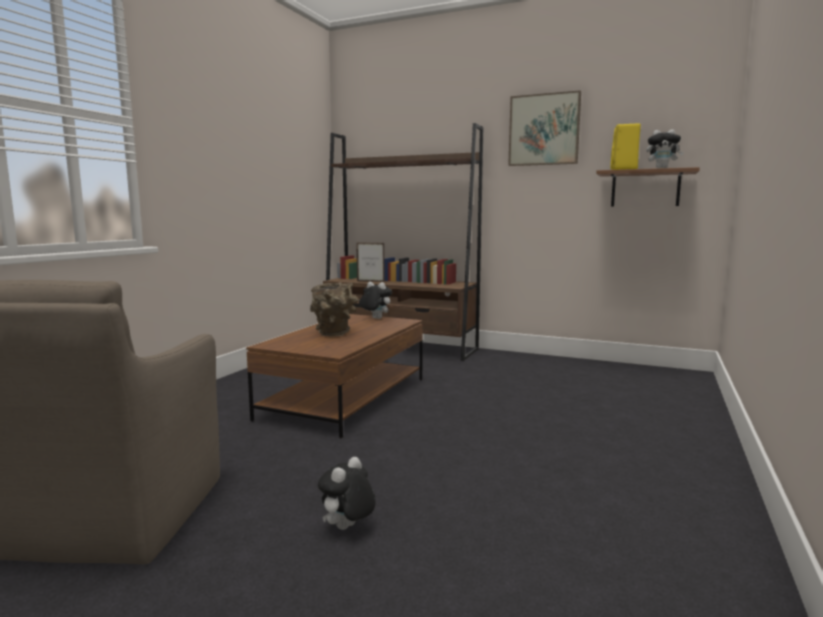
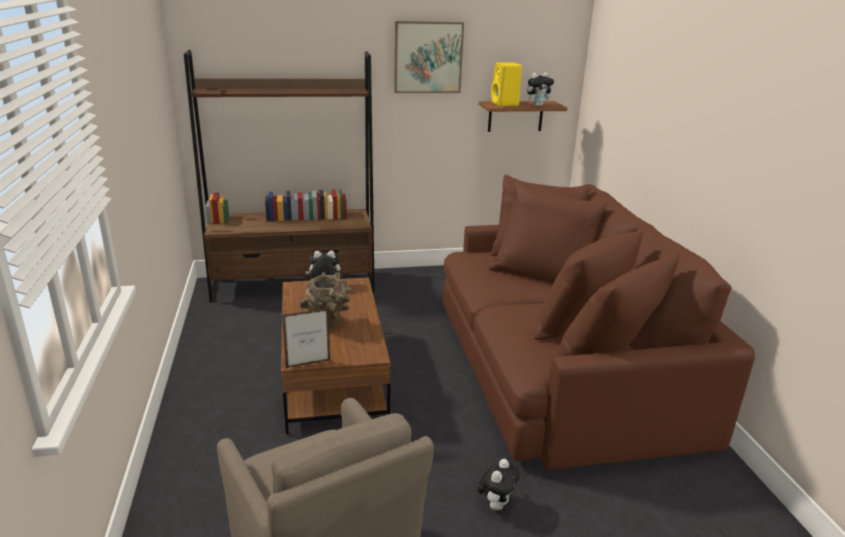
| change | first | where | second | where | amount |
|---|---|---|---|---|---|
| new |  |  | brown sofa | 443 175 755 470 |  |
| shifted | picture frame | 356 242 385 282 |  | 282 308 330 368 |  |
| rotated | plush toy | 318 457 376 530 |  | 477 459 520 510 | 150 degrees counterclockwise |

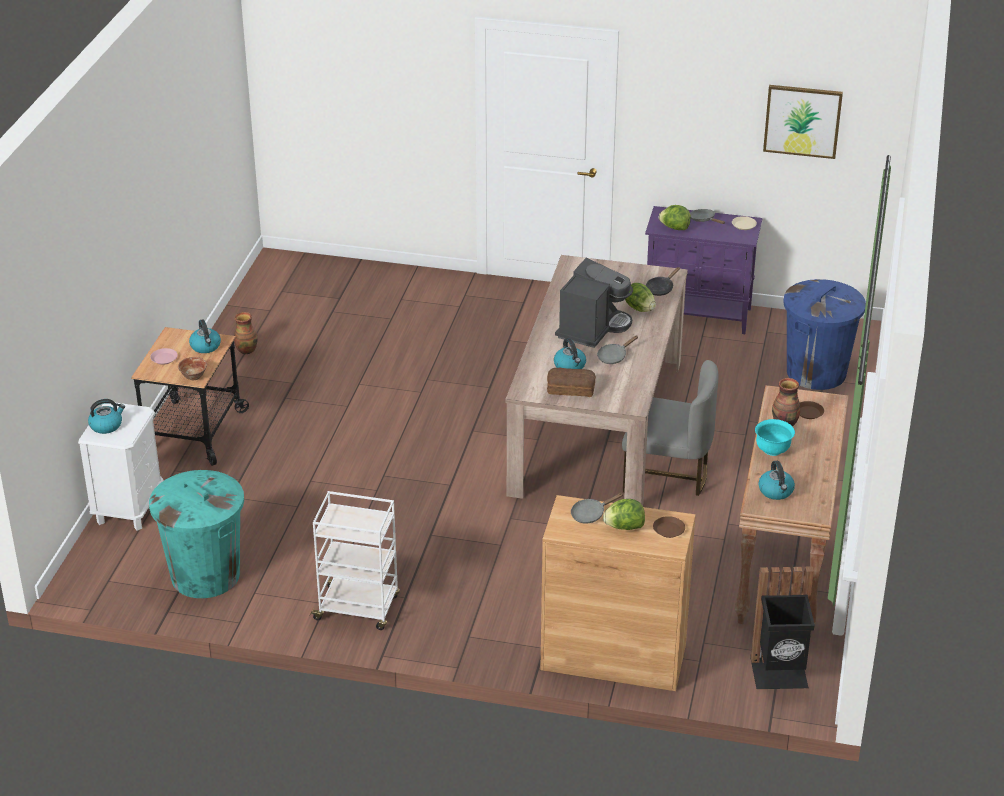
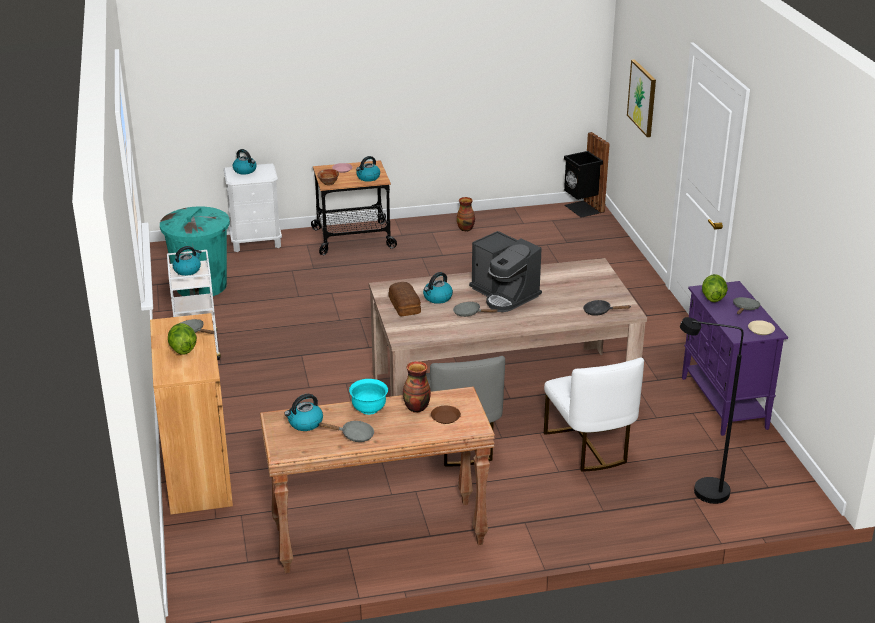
| change | first | where | second | where | amount |
|---|---|---|---|---|---|
| gone | lettuce | 625 283 656 312 |  |  |  |
| gone | brown plate | 653 516 685 538 |  |  |  |
| new |  |  | kettle | 172 246 202 276 |  |
| new |  |  | grey frying pan | 319 421 374 442 |  |
| new |  |  | white chair | 544 357 644 472 |  |
| shifted | black trash can | 750 566 815 689 |  | 564 132 610 218 |  |
| shifted | picture | 763 85 843 159 |  | 627 59 656 137 |  |
| swapped | blue trash can | 783 279 866 390 | black floor lamp | 680 317 743 504 |  |
| rotated | coffee machine | 555 258 633 348 |  | 469 231 542 312 | 45 degrees clockwise |

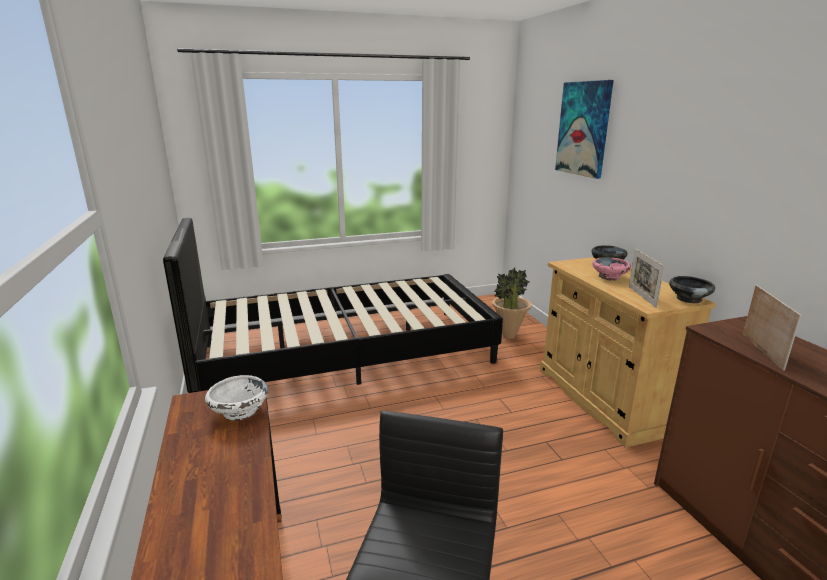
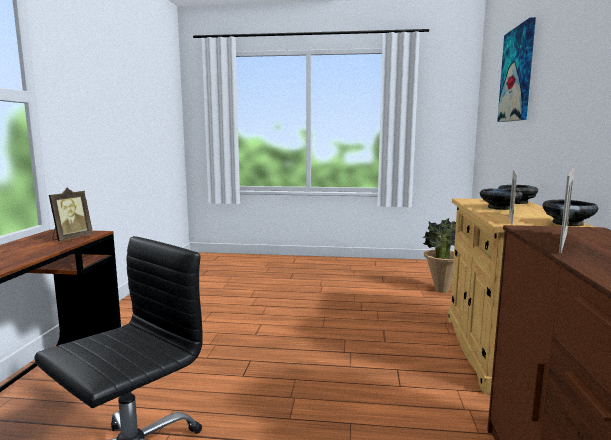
| change | first | where | second | where | amount |
|---|---|---|---|---|---|
| gone | black bed | 163 218 503 393 |  |  |  |
| swapped | white bowl | 205 375 268 421 | picture frame | 49 188 93 241 |  |
| repainted | pink bowl | 593 257 631 281 | black bowl | 480 188 523 210 |  |

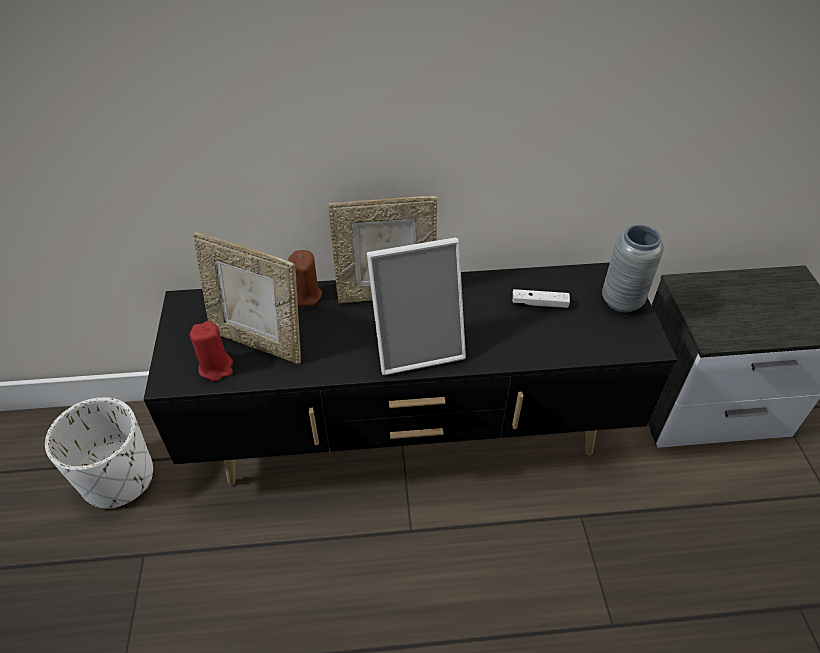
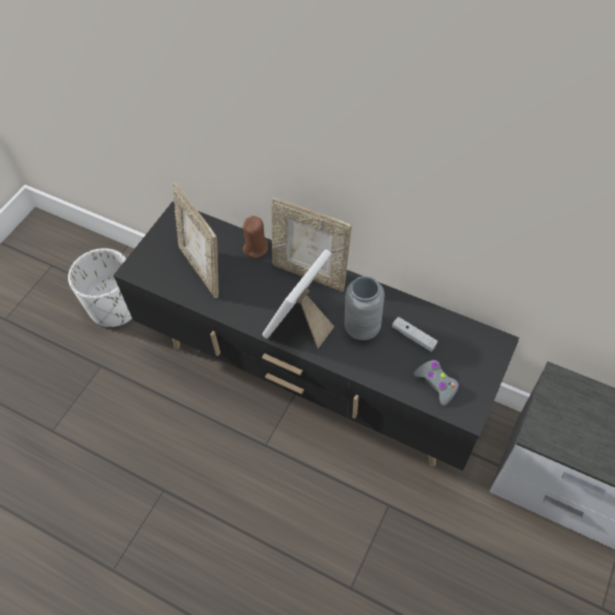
| change | first | where | second | where | amount |
|---|---|---|---|---|---|
| gone | red candle | 190 321 233 381 |  |  |  |
| new |  |  | grey game controller | 414 360 459 405 |  |
| shifted | grey vase | 602 225 664 313 |  | 345 276 385 340 |  |
| rotated | picture frame | 367 237 466 375 |  | 262 249 334 348 | 105 degrees clockwise |

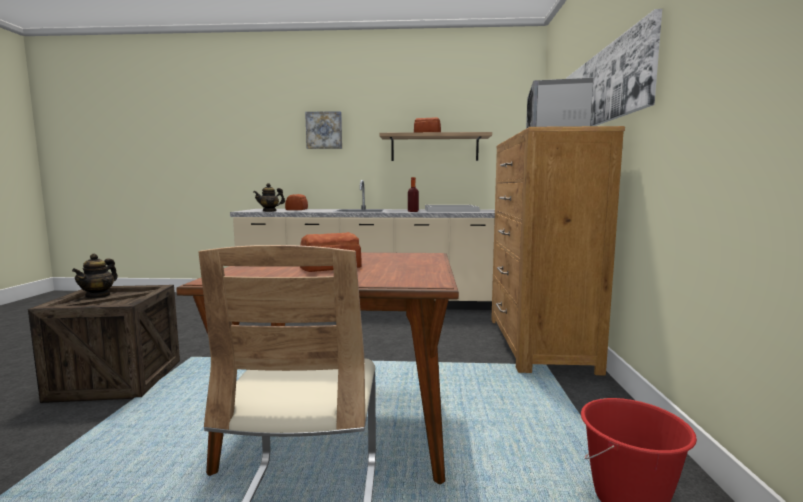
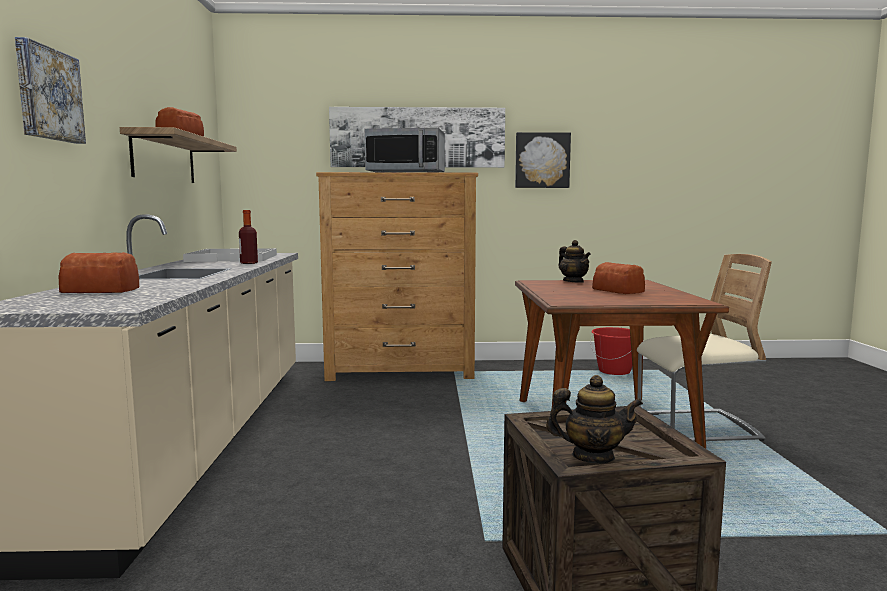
| change | first | where | second | where | amount |
|---|---|---|---|---|---|
| new |  |  | picture | 515 132 571 188 |  |
| shifted | teapot | 254 183 285 212 |  | 558 240 591 283 |  |

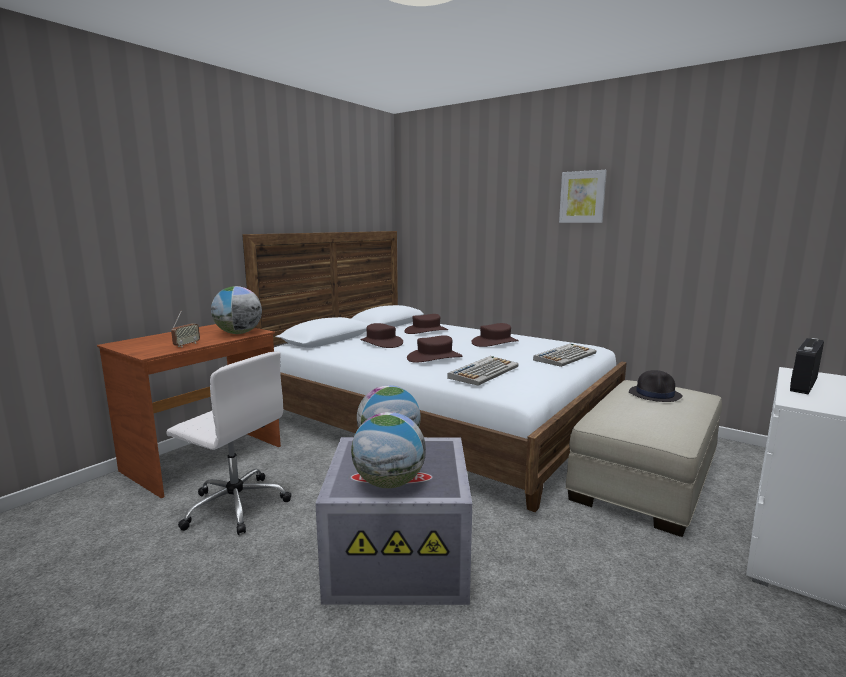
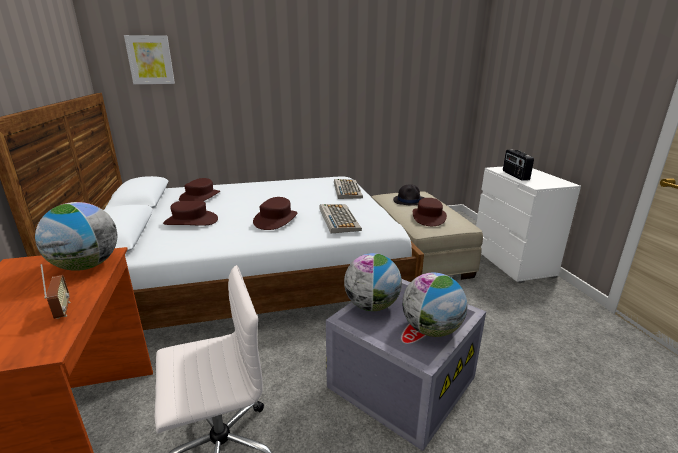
| change | first | where | second | where | amount |
|---|---|---|---|---|---|
| shifted | brown hat | 471 323 519 347 |  | 413 198 447 226 |  |
| shifted | picture | 559 170 607 223 |  | 124 35 175 84 |  |

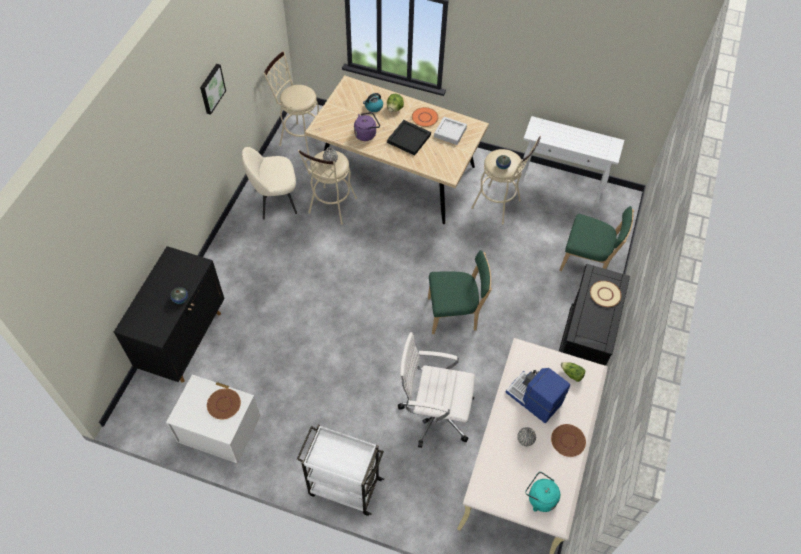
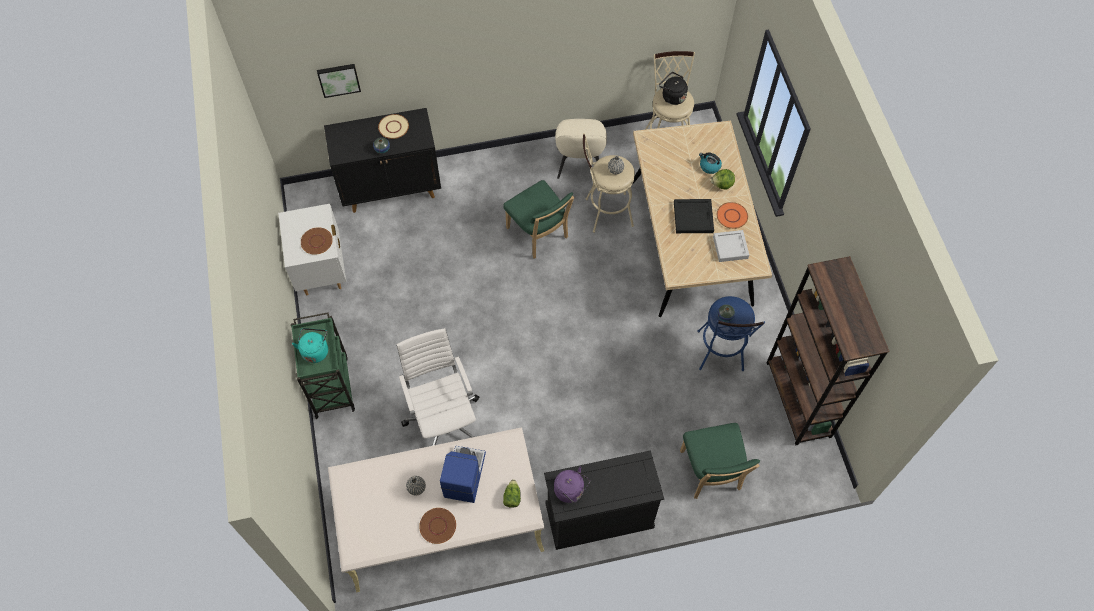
| change | first | where | second | where | amount |
|---|---|---|---|---|---|
| new |  |  | black kettle | 659 72 688 105 |  |
| shifted | picture | 200 64 226 115 |  | 317 64 361 98 |  |
| shifted | purple kettle | 354 112 380 141 |  | 554 467 590 503 |  |
| shifted | green chair | 428 250 492 334 |  | 503 180 574 259 |  |
| shifted | turquoise kettle | 525 472 560 512 |  | 292 328 328 363 |  |
| shifted | beige plate | 590 281 621 307 |  | 378 114 409 139 |  |
| swapped | white console table | 519 116 624 204 | brown bookcase | 766 256 889 446 |  |
| repainted | white cart | 297 425 384 516 | green cart | 291 312 355 419 |  |
| repainted | beige stool | 471 136 541 224 | blue stool | 697 296 765 371 |  |
| rotated | beige chair | 241 147 297 219 |  | 555 119 607 179 | 135 degrees counterclockwise |

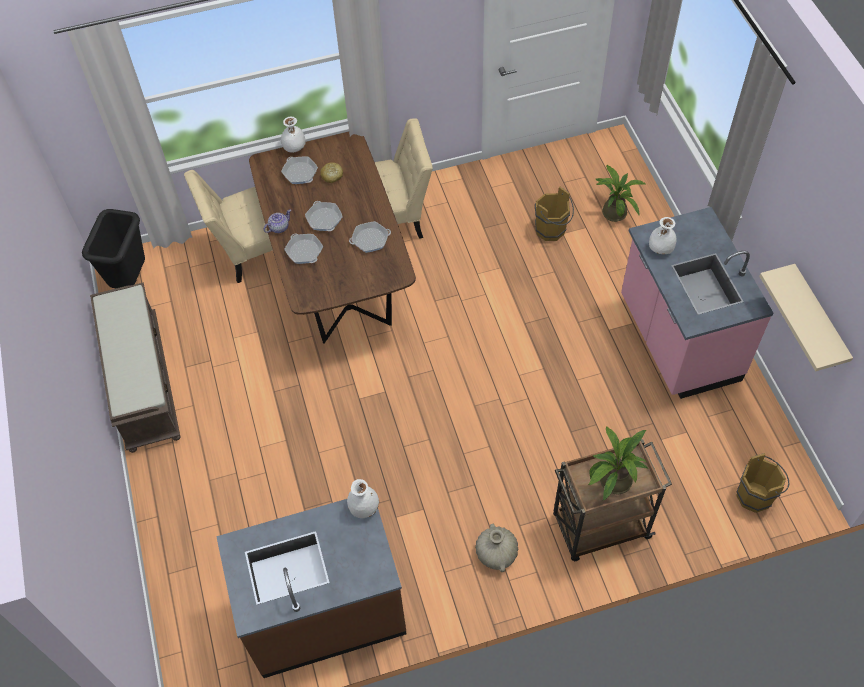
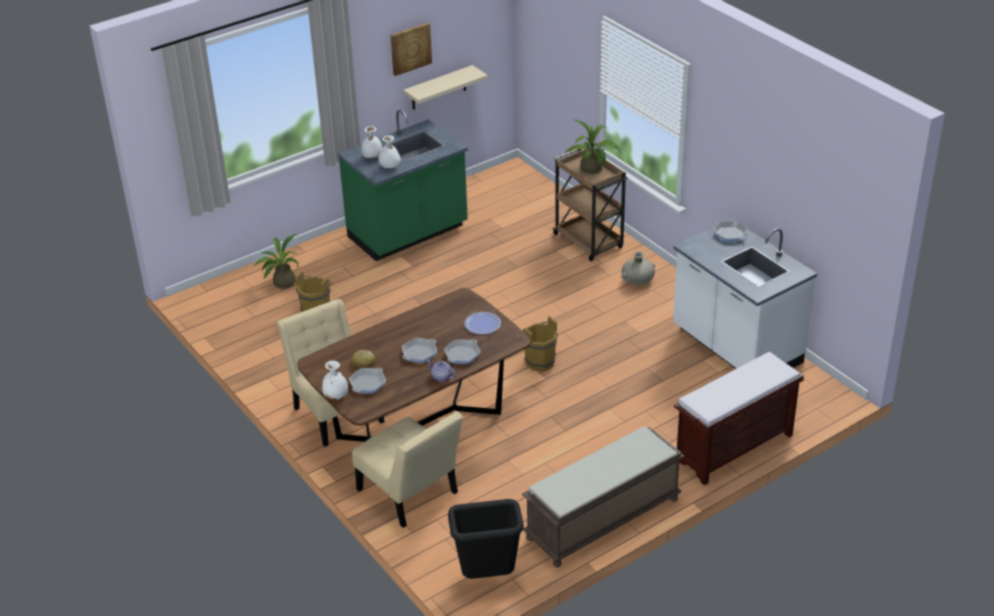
| change | first | where | second | where | amount |
|---|---|---|---|---|---|
| new |  |  | picture | 391 23 432 76 |  |
| new |  |  | plate | 464 312 501 335 |  |
| new |  |  | brown bench | 674 352 804 485 |  |
| shifted | white vase | 347 479 380 518 |  | 361 126 382 159 |  |
| shifted | frying pan | 349 221 391 253 |  | 714 221 748 242 |  |
| shifted | brown bucket | 736 453 789 513 |  | 522 316 558 371 |  |
| repainted | brown counter | 216 499 407 678 | white counter | 673 219 817 369 |  |
| repainted | pink counter | 621 207 774 399 | green counter | 338 110 468 261 |  |

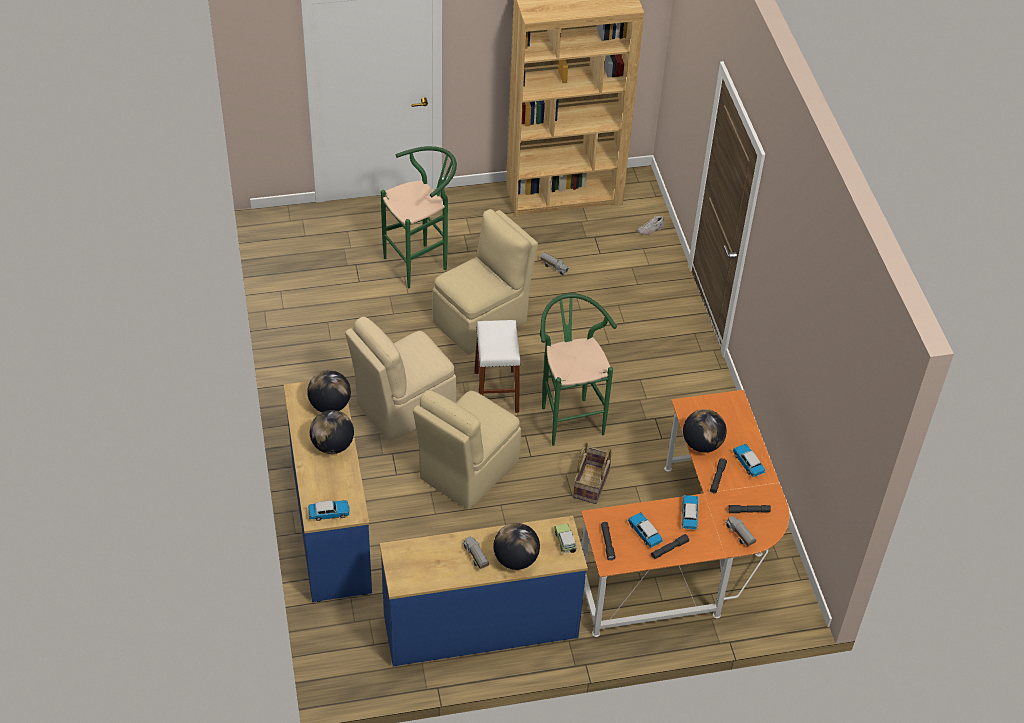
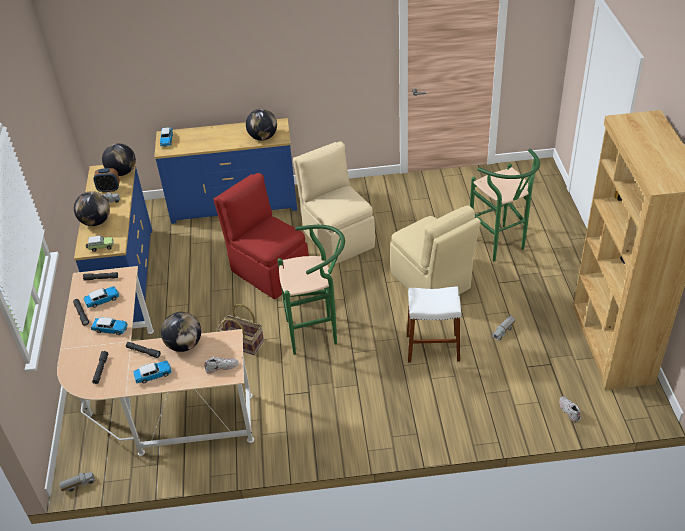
| change | first | where | second | where | amount |
|---|---|---|---|---|---|
| new |  |  | alarm clock | 93 168 120 192 |  |
| new |  |  | white shoe | 204 356 238 374 |  |
| shifted | globe | 310 410 354 454 |  | 102 143 136 176 |  |
| shifted | white stool | 474 320 521 413 |  | 407 286 461 363 |  |
| shifted | toy truck | 725 516 756 546 |  | 59 472 95 492 |  |
| repainted | beige chair | 413 390 521 510 | red chair | 213 173 309 299 |  |
| repainted | orange desk | 581 390 789 637 | beige desk | 57 266 254 456 |  |

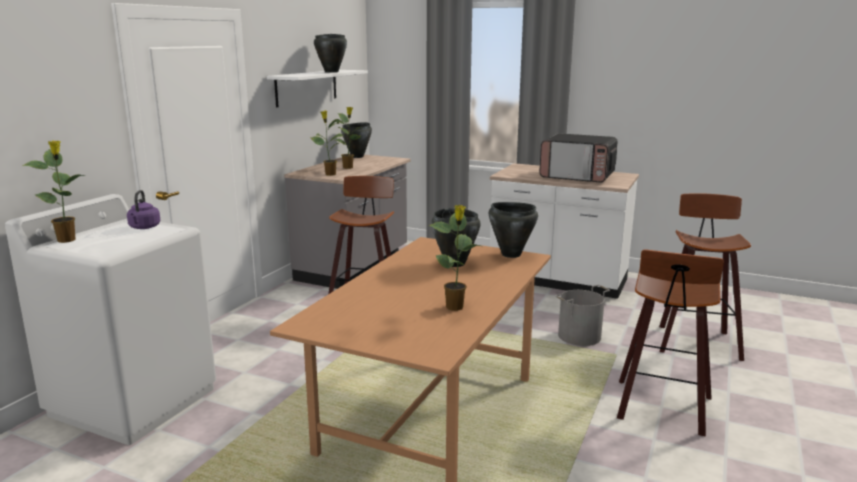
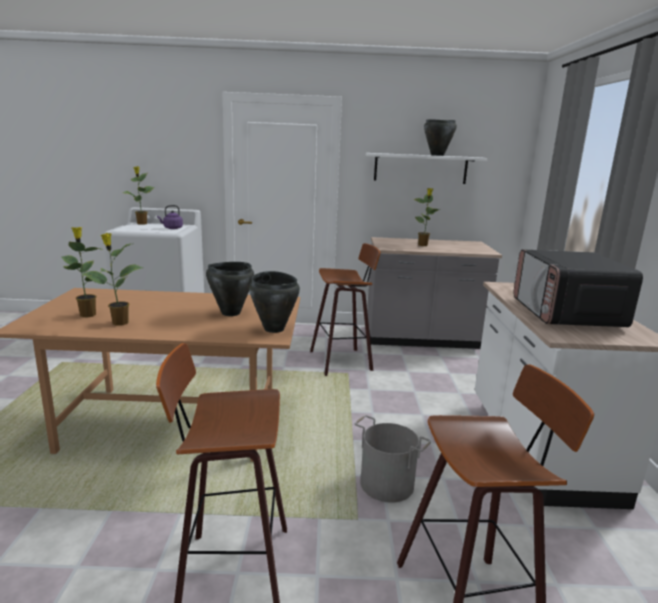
| change | first | where | second | where | amount |
|---|---|---|---|---|---|
| gone | black cooking pot | 341 122 372 158 |  |  |  |
| shifted | potted plant | 311 111 344 176 |  | 62 227 102 317 |  |

